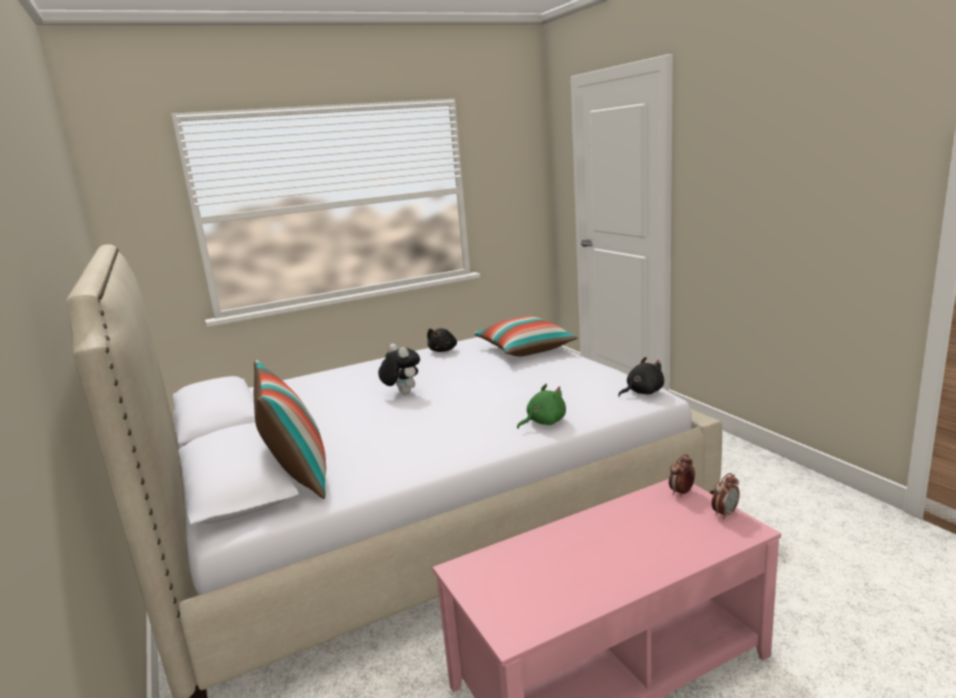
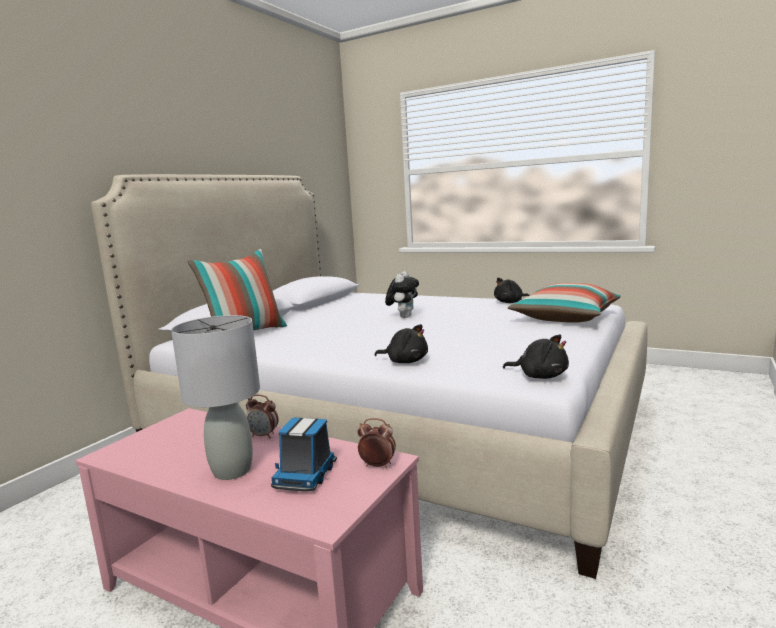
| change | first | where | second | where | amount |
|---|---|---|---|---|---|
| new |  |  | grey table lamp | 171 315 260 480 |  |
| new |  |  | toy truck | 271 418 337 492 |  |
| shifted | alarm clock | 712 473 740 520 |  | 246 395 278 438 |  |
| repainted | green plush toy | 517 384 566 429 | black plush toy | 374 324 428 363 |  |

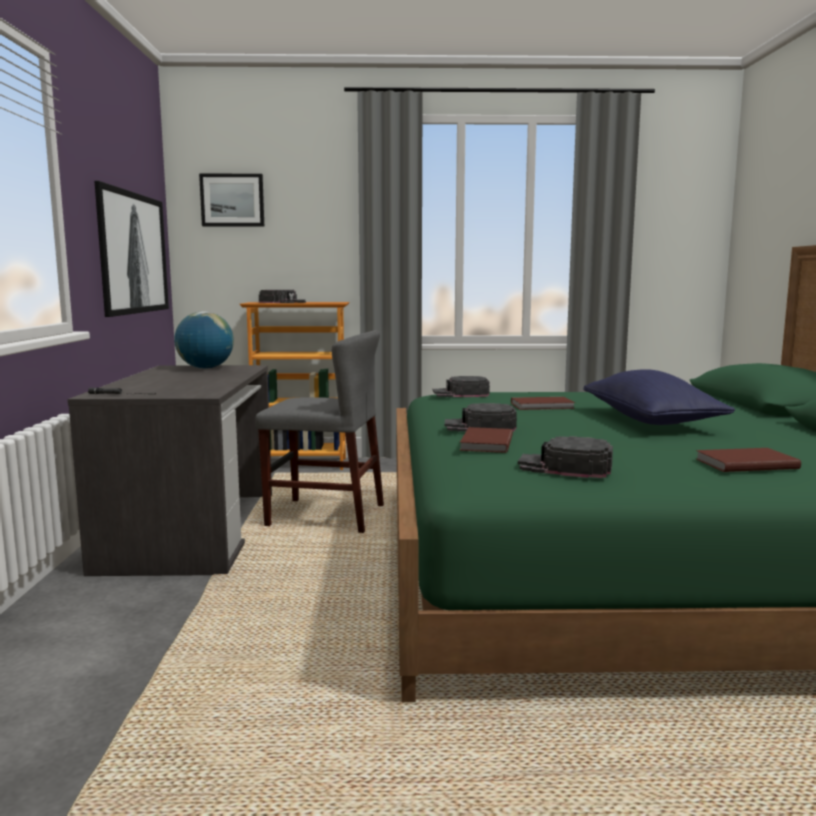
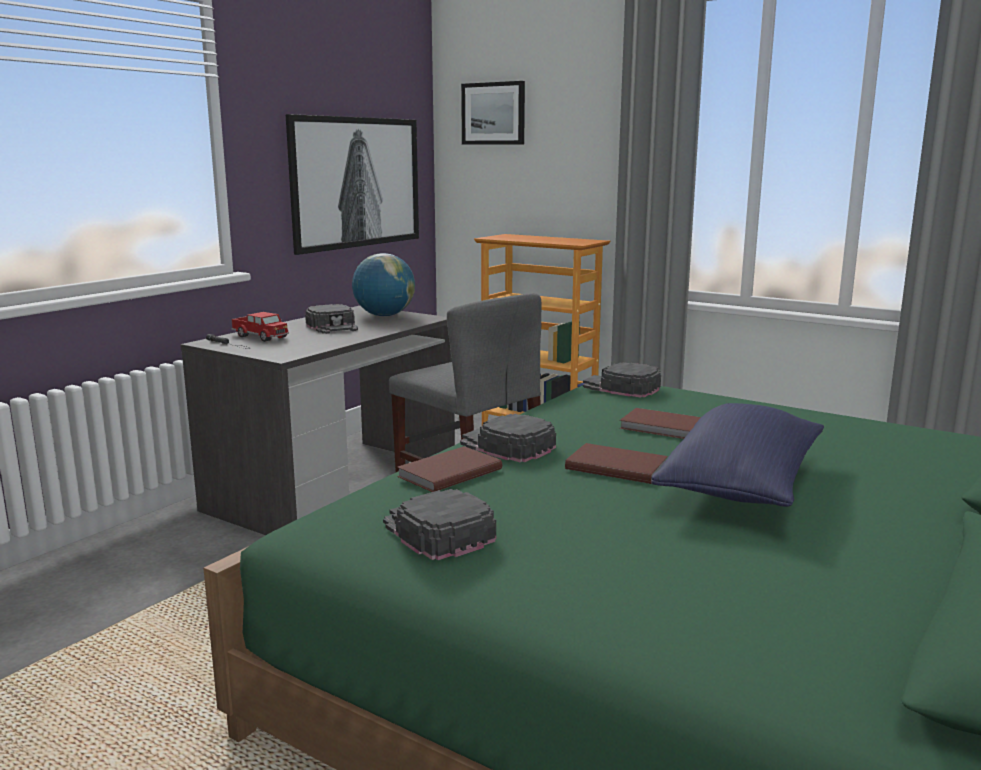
| change | first | where | second | where | amount |
|---|---|---|---|---|---|
| new |  |  | toy truck | 231 312 289 342 |  |
| shifted | black cap | 259 290 306 303 |  | 305 304 358 334 |  |
| shifted | brown book | 696 448 801 472 |  | 565 443 668 484 |  |

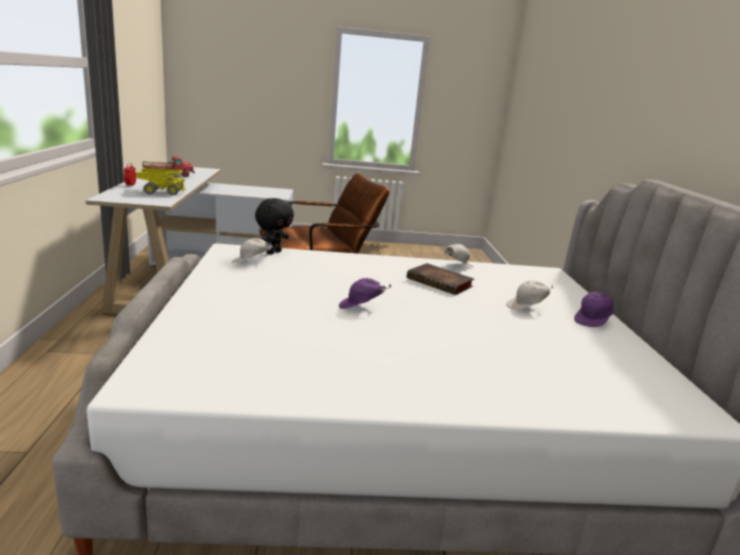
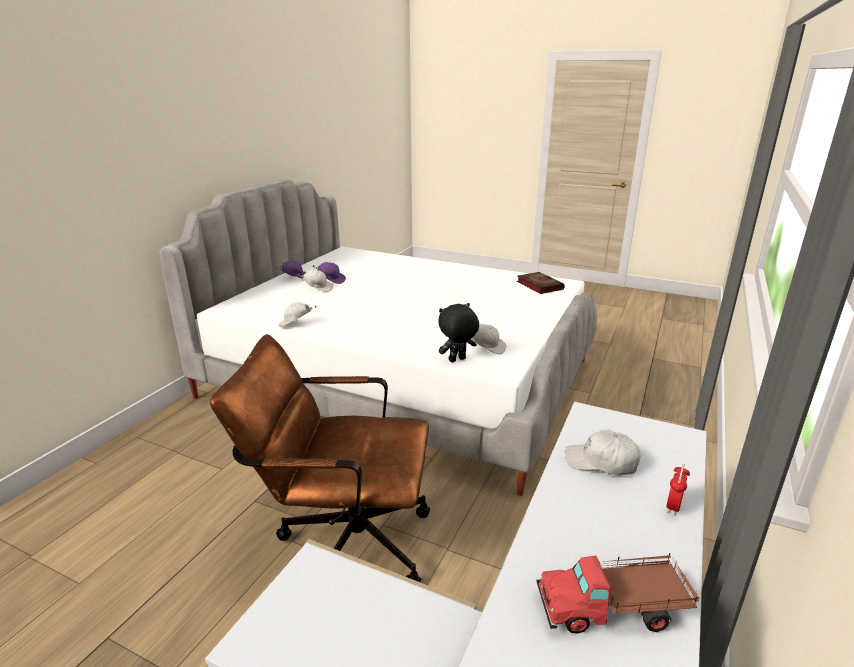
| change | first | where | second | where | amount |
|---|---|---|---|---|---|
| shifted | purple cap | 339 278 391 309 |  | 313 262 346 284 |  |
| shifted | book | 407 263 474 295 |  | 517 272 565 294 |  |
| swapped | toy truck | 135 168 186 195 | white cap | 565 429 641 476 |  |

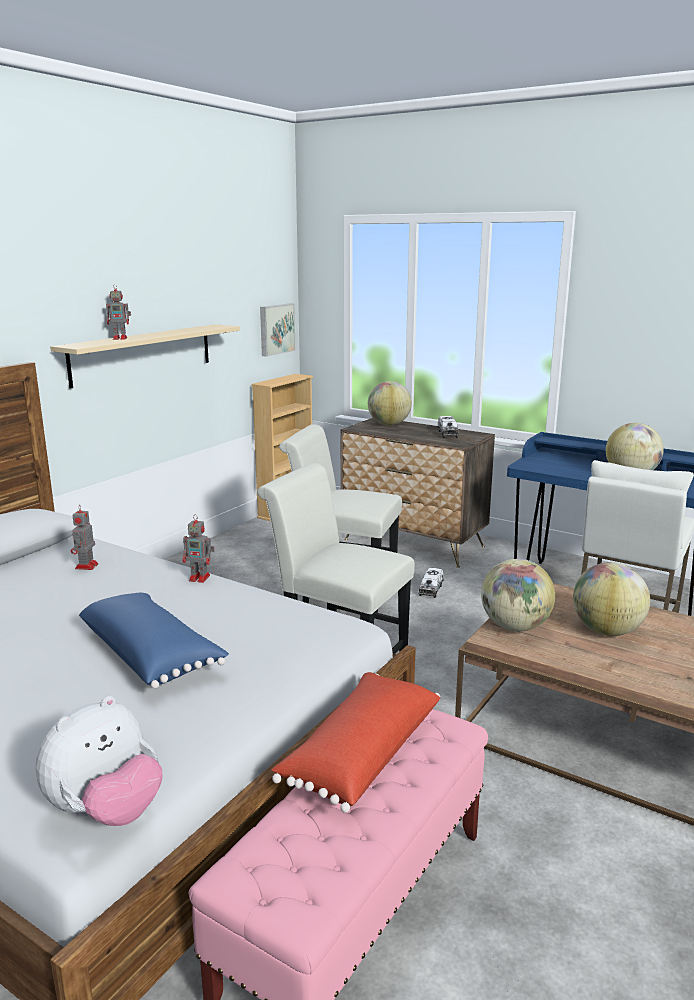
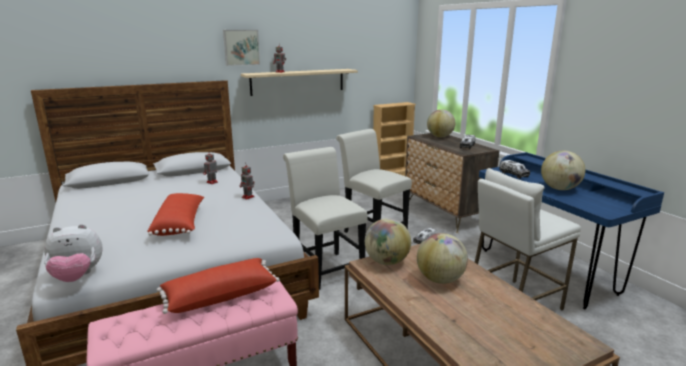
| change | first | where | second | where | amount |
|---|---|---|---|---|---|
| new |  |  | toy truck | 499 160 530 179 |  |
| shifted | picture | 260 303 296 357 |  | 223 30 260 66 |  |
| repainted | blue pillow | 79 593 229 689 | red pillow | 147 193 204 236 |  |

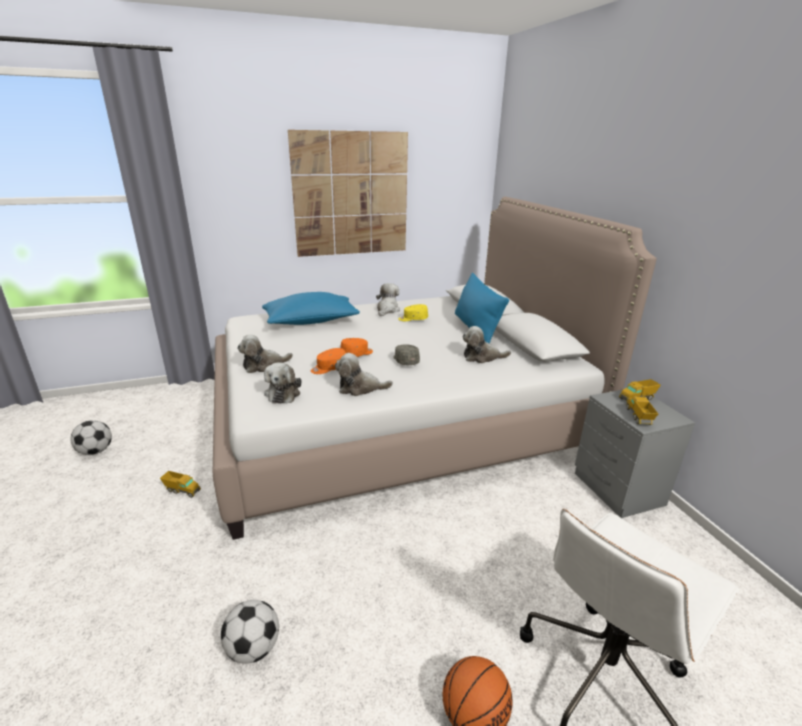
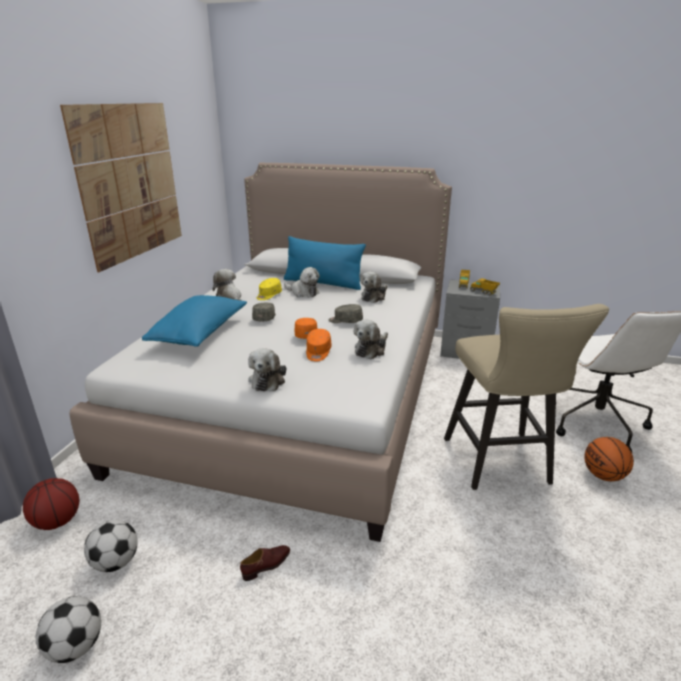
| change | first | where | second | where | amount |
|---|---|---|---|---|---|
| new |  |  | basketball | 23 478 79 530 |  |
| new |  |  | grey cap | 252 303 276 321 |  |
| new |  |  | beige stool | 444 304 609 490 |  |
| shifted | football | 221 600 279 664 |  | 84 520 138 572 |  |
| shifted | plush toy | 264 362 301 404 |  | 284 267 320 298 |  |
| swapped | toy truck | 160 471 201 498 | brown shoe | 240 545 290 581 |  |

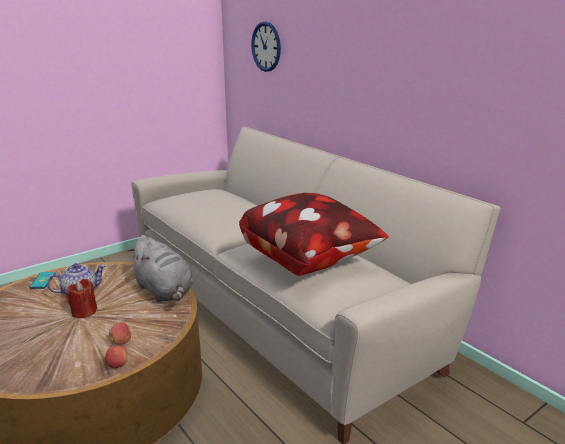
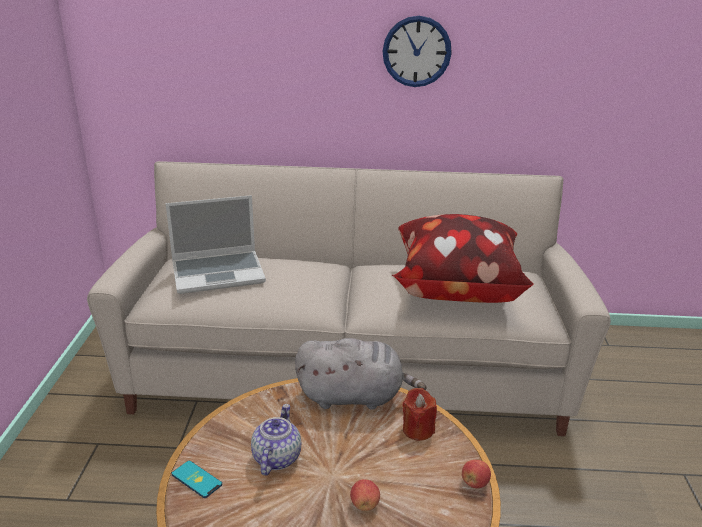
| change | first | where | second | where | amount |
|---|---|---|---|---|---|
| new |  |  | laptop | 165 195 266 294 |  |
| shifted | red candle | 66 279 97 318 |  | 402 388 437 441 |  |
| shifted | apple | 109 322 132 344 |  | 350 479 380 511 |  |
| shifted | wall clock | 251 21 281 72 |  | 383 16 452 87 |  |

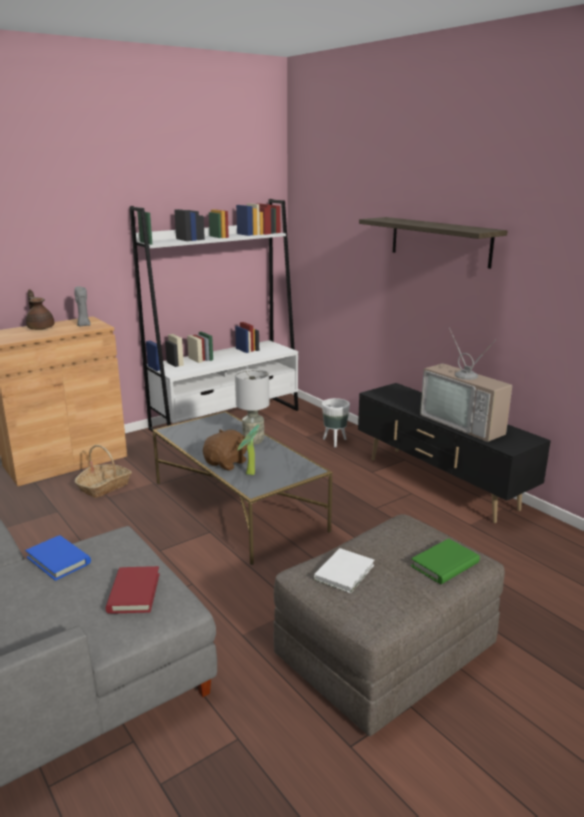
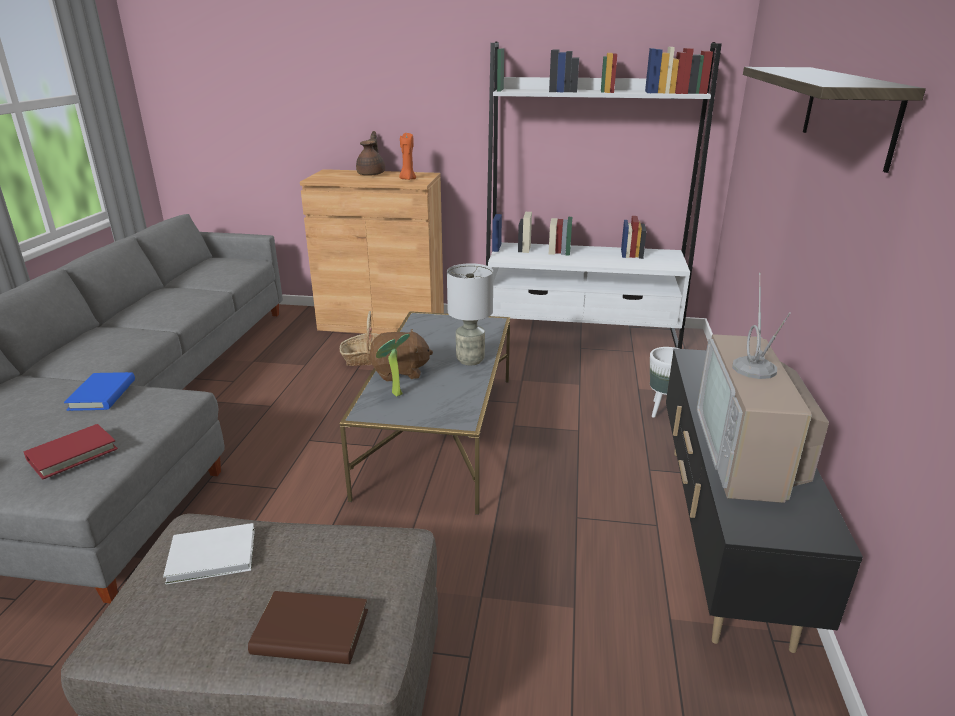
| change | first | where | second | where | amount |
|---|---|---|---|---|---|
| repainted | grey candle | 74 286 91 326 | orange candle | 399 133 416 180 |  |
| repainted | green book | 411 538 480 584 | brown book | 248 591 368 664 |  |

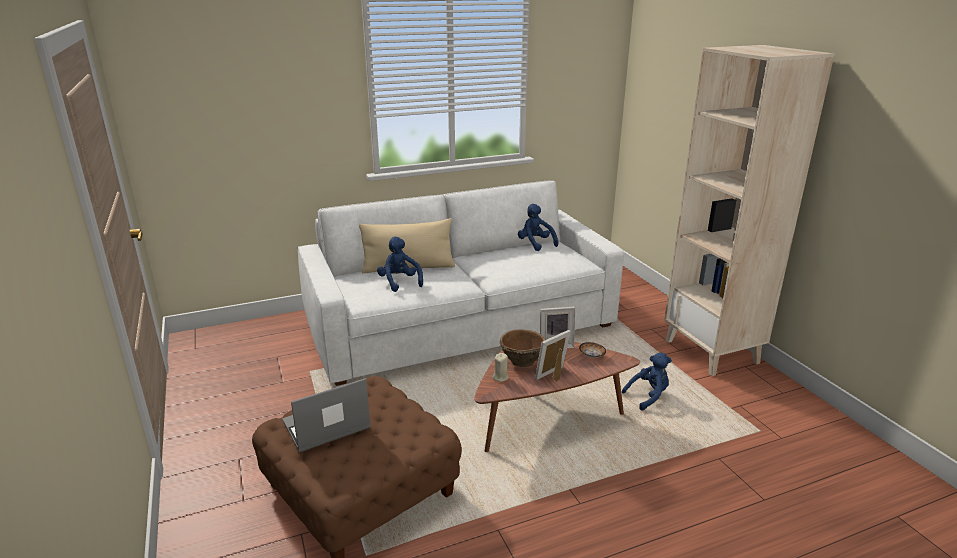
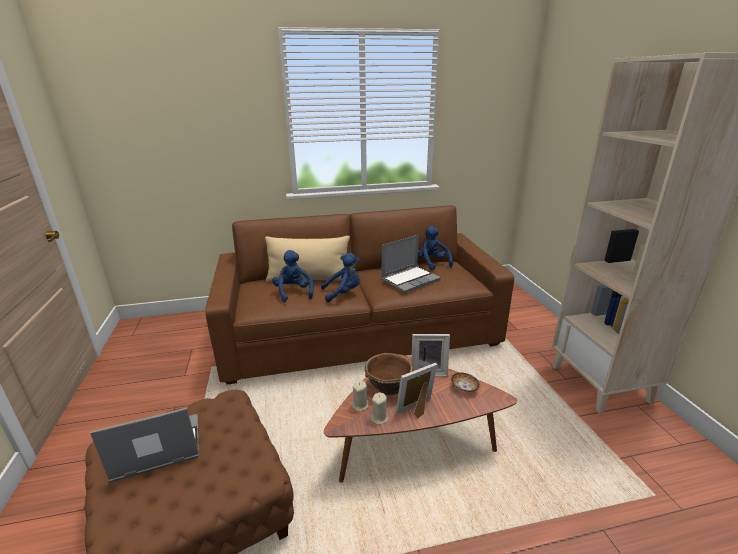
| change | first | where | second | where | amount |
|---|---|---|---|---|---|
| new |  |  | beige candle | 370 392 388 425 |  |
| new |  |  | laptop | 381 235 441 293 |  |
| shifted | blue plush toy | 622 353 672 411 |  | 321 253 360 302 |  |
| repainted | white sofa | 298 180 624 386 | brown sofa | 205 206 514 385 |  |

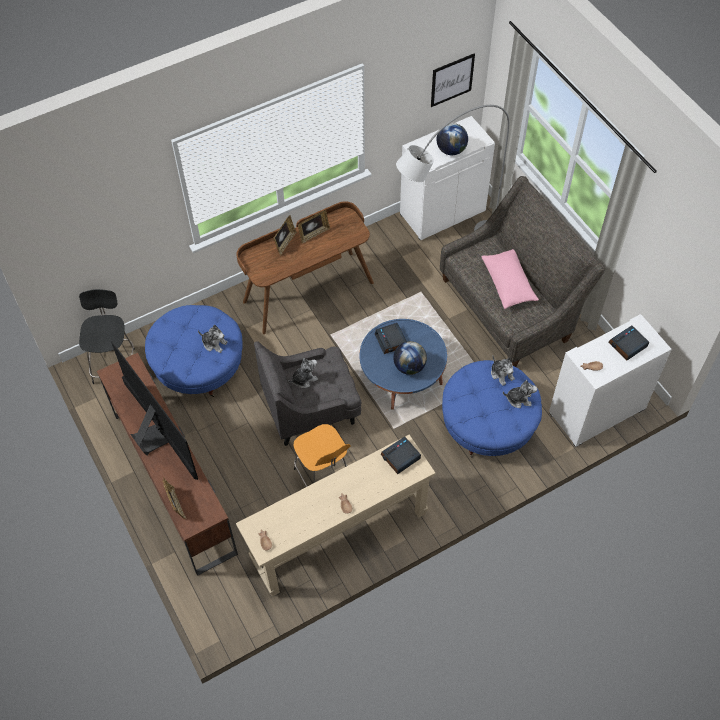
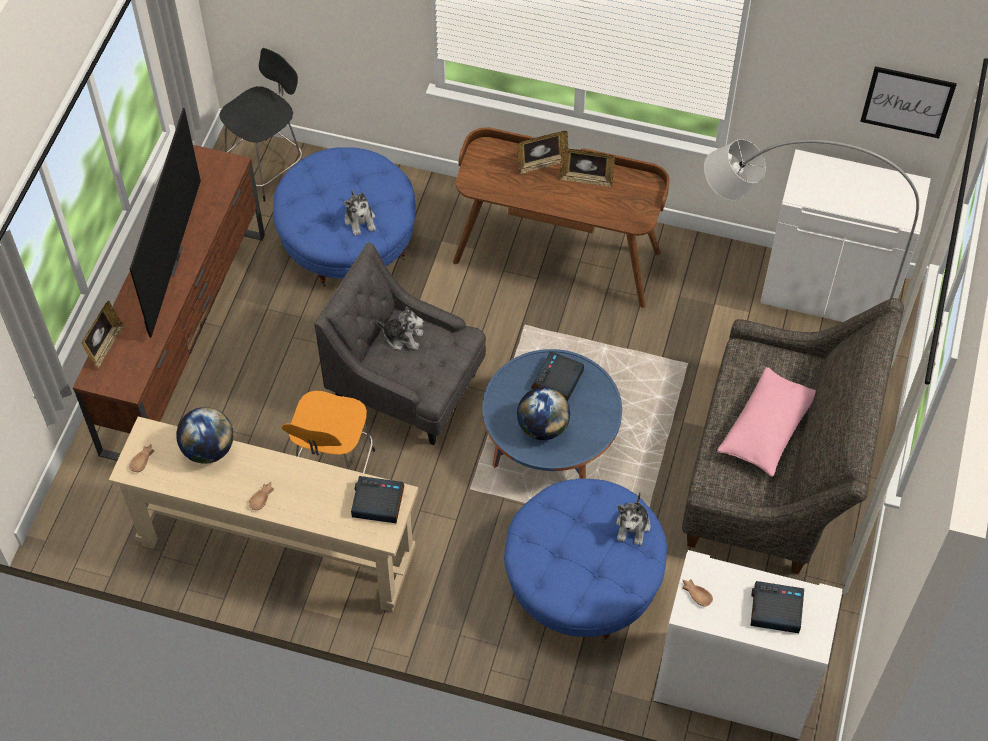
| change | first | where | second | where | amount |
|---|---|---|---|---|---|
| gone | plush toy | 503 380 537 408 |  |  |  |
| shifted | globe | 437 123 468 155 |  | 176 407 233 464 |  |

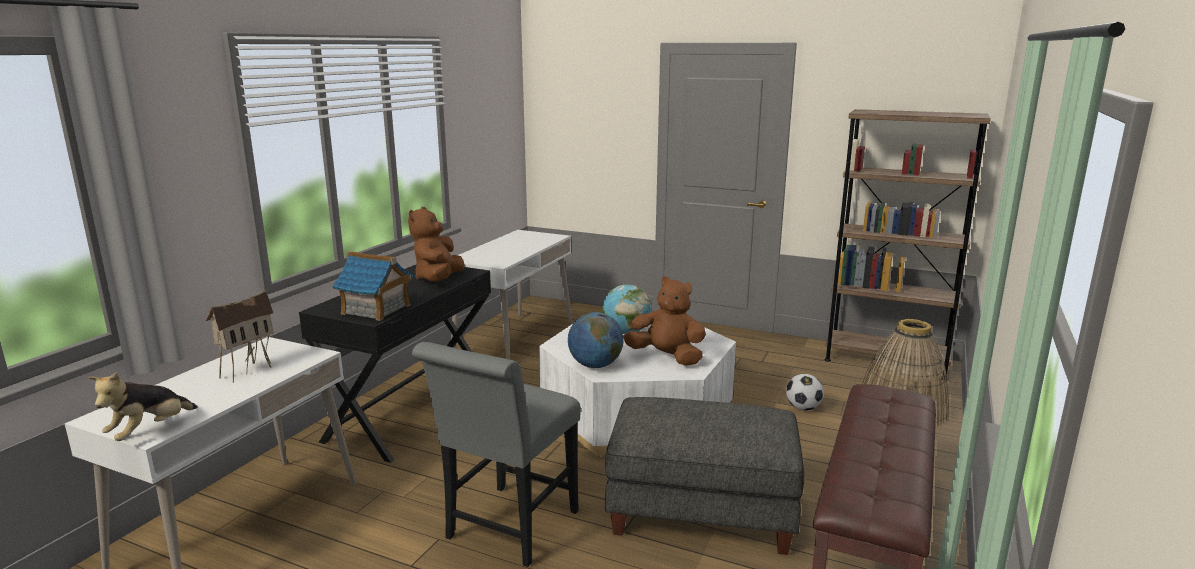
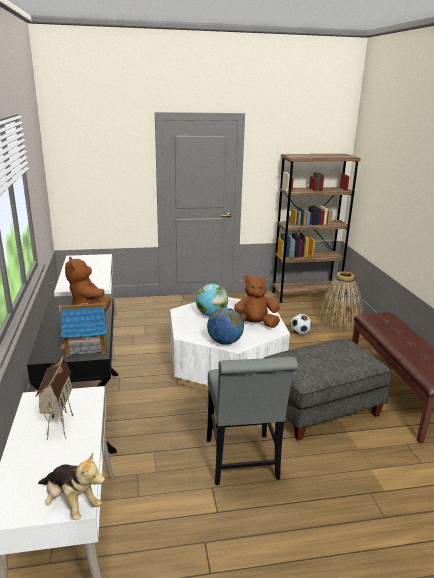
| change | first | where | second | where | amount |
|---|---|---|---|---|---|
| rotated | plush toy | 88 372 198 441 |  | 38 452 105 520 | 45 degrees counterclockwise |

